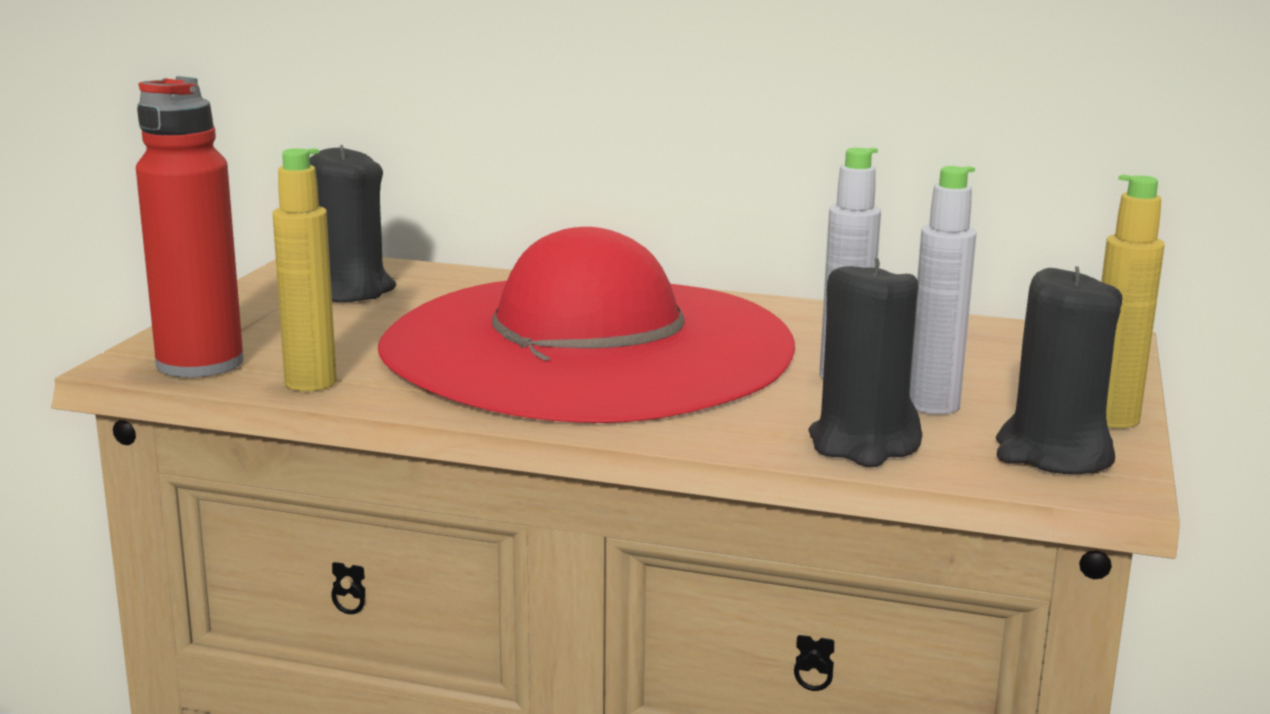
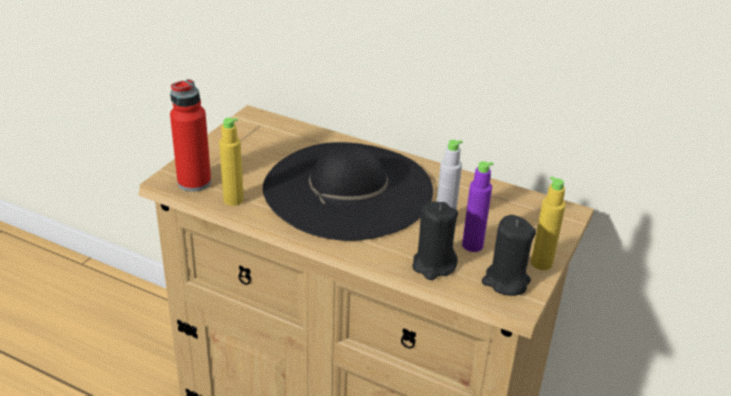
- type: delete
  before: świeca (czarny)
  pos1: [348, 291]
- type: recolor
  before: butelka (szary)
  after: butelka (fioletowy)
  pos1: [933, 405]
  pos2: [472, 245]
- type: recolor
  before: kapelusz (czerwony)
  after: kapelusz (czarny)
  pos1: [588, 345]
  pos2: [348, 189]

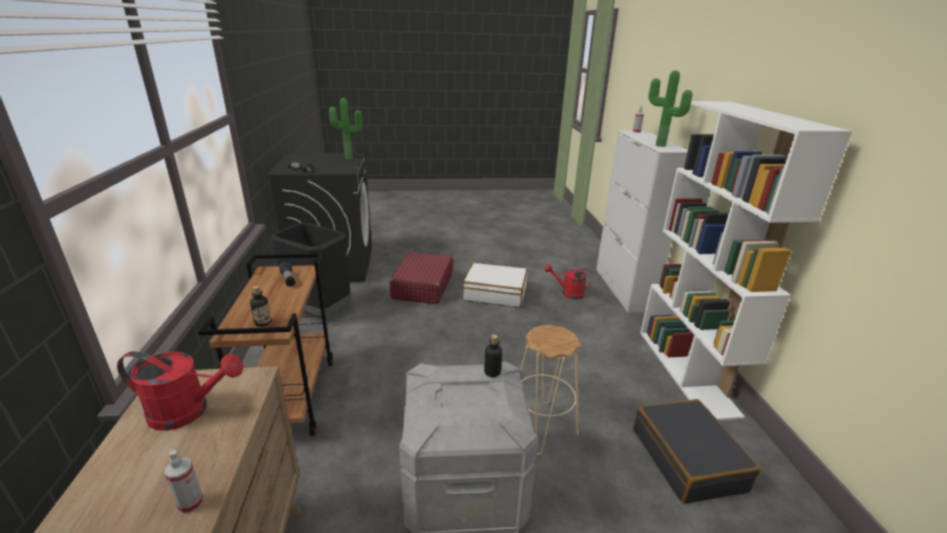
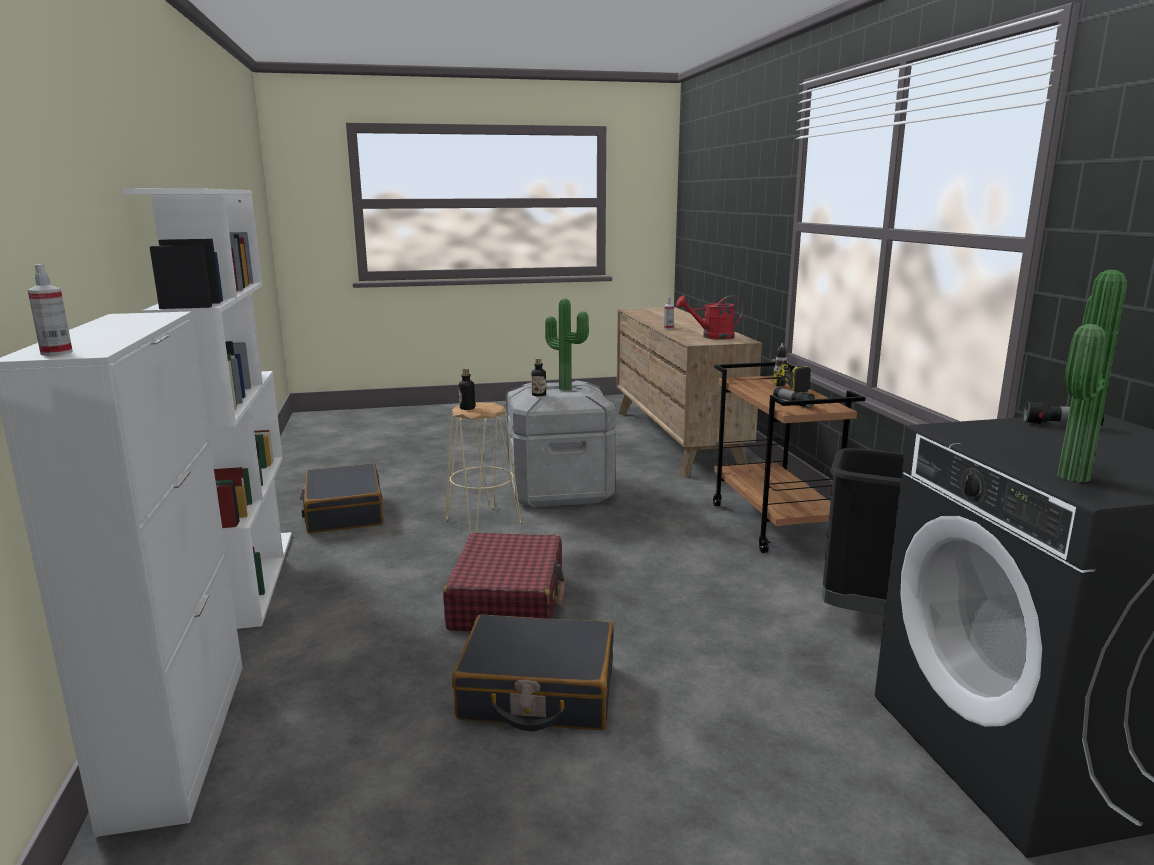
- type: move
  before: roślina doniczkowa
  pos1: [659, 146]
  pos2: [566, 388]
- type: move
  before: walizka (czerwony)
  pos1: [422, 287]
  pos2: [508, 601]
- type: recolor
  before: walizka (biały)
  after: walizka (czarny)
  pos1: [495, 293]
  pos2: [537, 692]
- type: delete
  before: konewka (czerwony)
  pos1: [568, 293]
- type: move
  before: butelka
  pos1: [263, 323]
  pos2: [467, 408]
- type: insert
  after: wiertarka
  pos2: [773, 391]

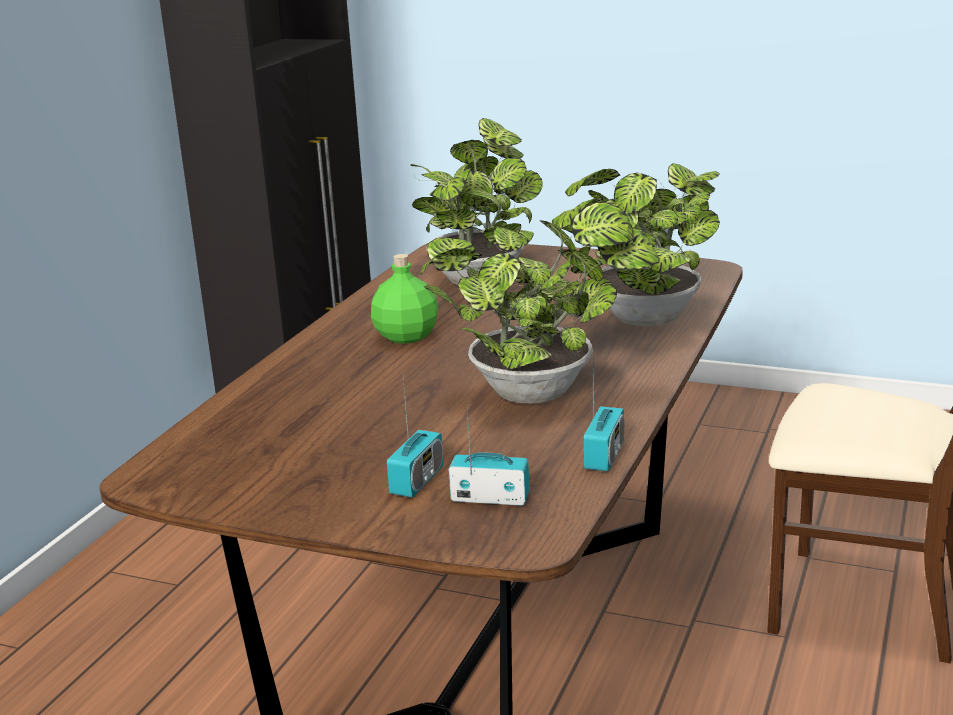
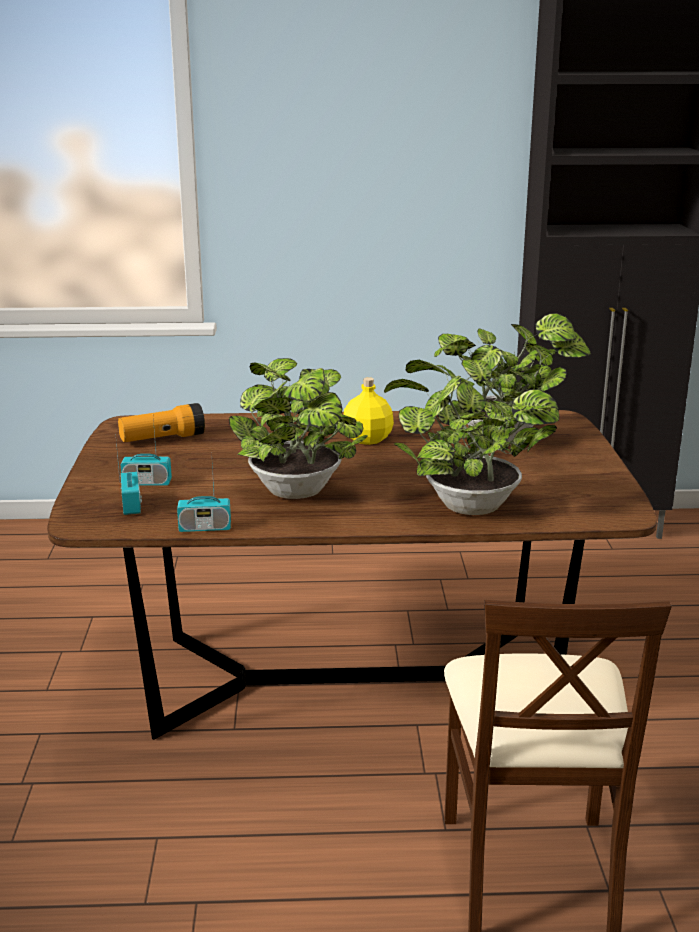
- type: recolor
  before: butelka (zielony)
  after: butelka (żółty)
  pos1: [407, 336]
  pos2: [368, 439]
- type: insert
  after: latarka
  pos2: [162, 439]

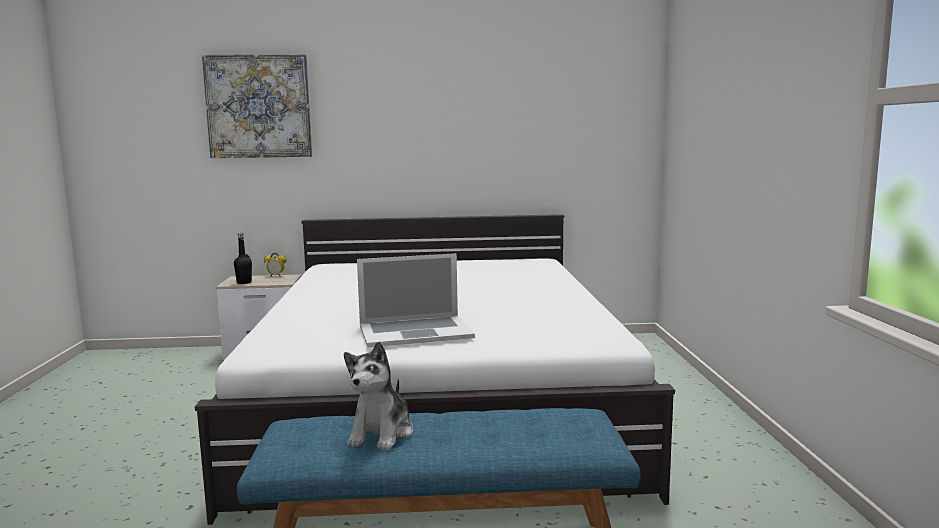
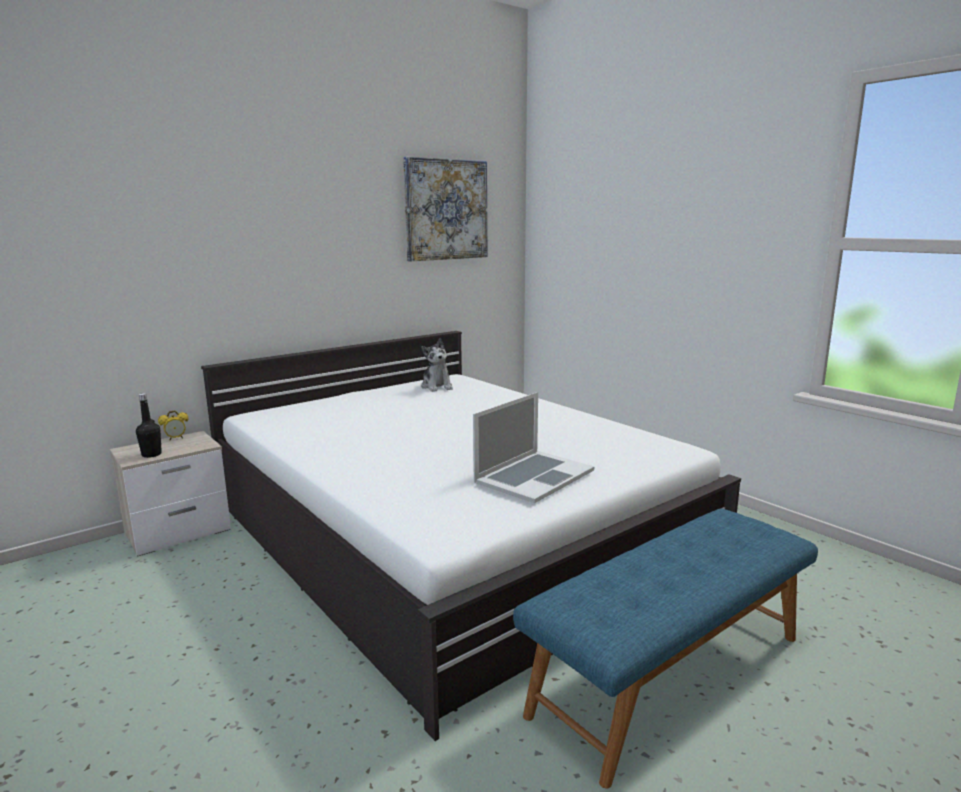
- type: move
  before: obraz
  pos1: [258, 106]
  pos2: [446, 210]
- type: move
  before: pluszak
  pos1: [382, 434]
  pos2: [437, 387]

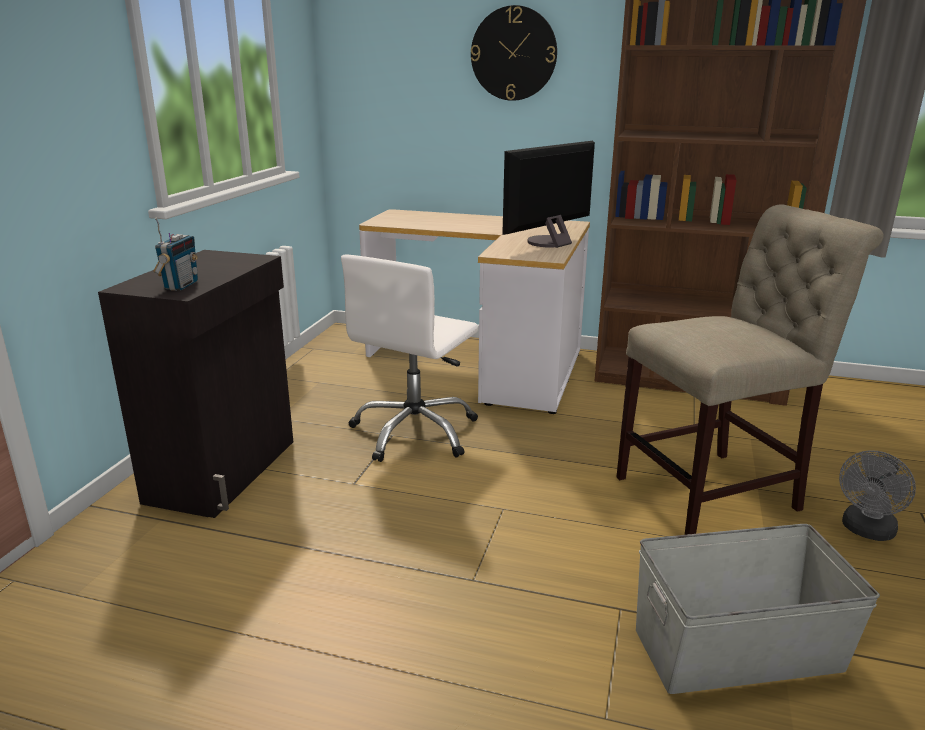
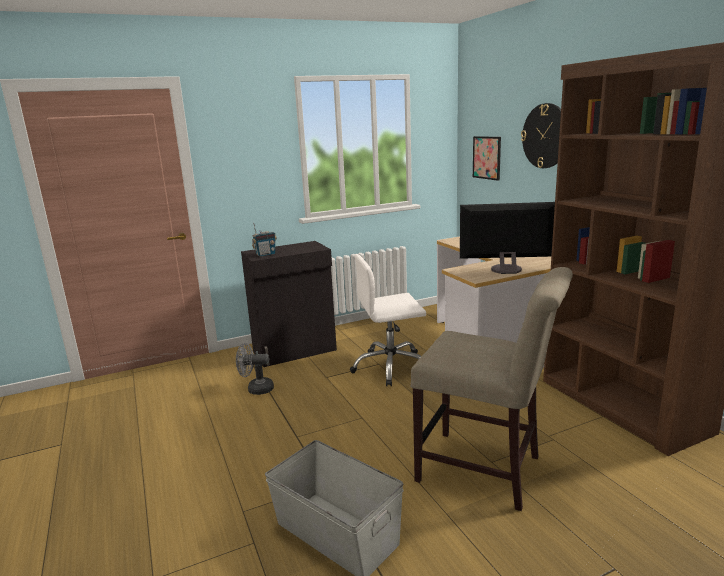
- type: move
  before: wentylator (szary)
  pos1: [866, 531]
  pos2: [256, 389]
- type: insert
  after: obraz
  pos2: [486, 157]

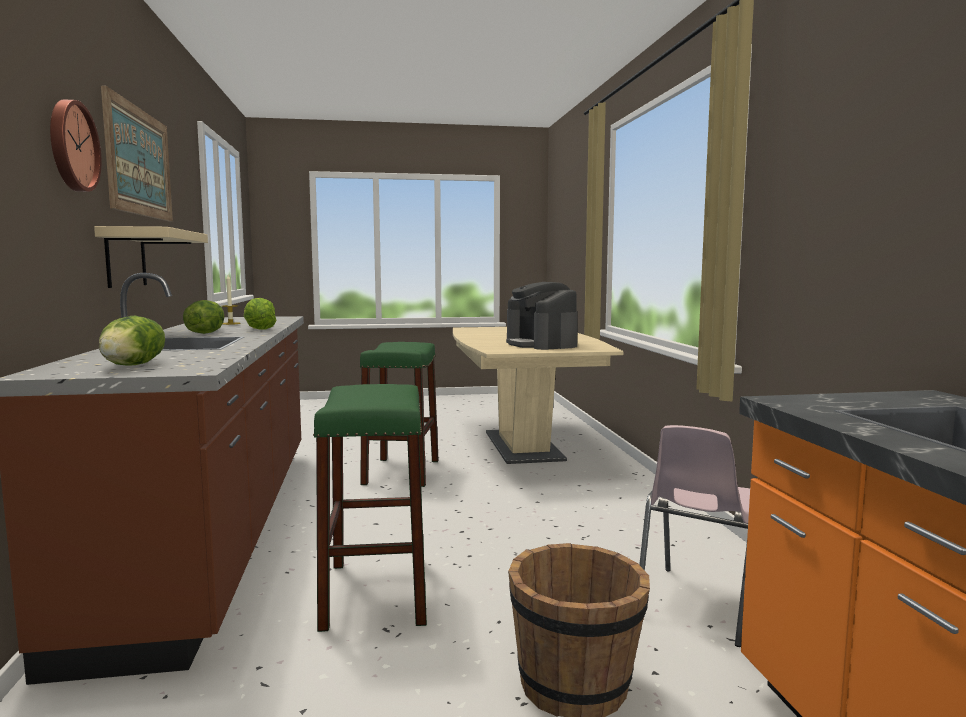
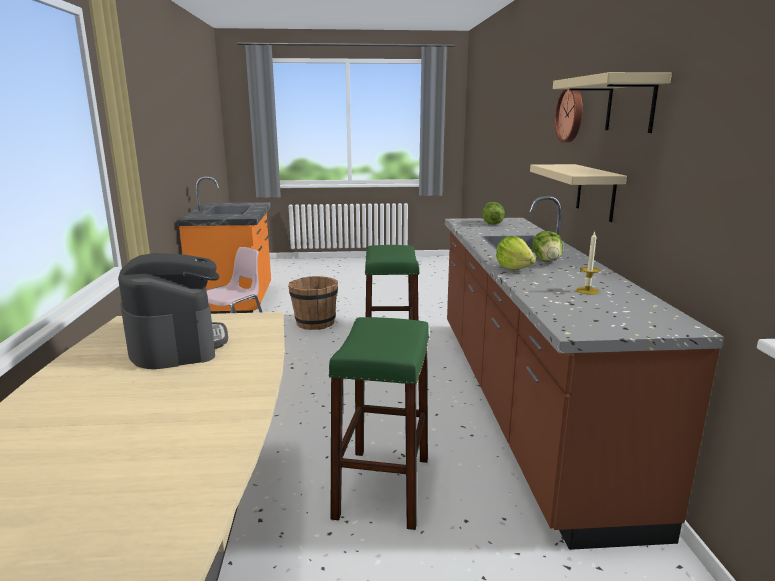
- type: replace
  before: obraz
  after: półka (beżowy)
  pos1: [139, 162]
  pos2: [630, 104]

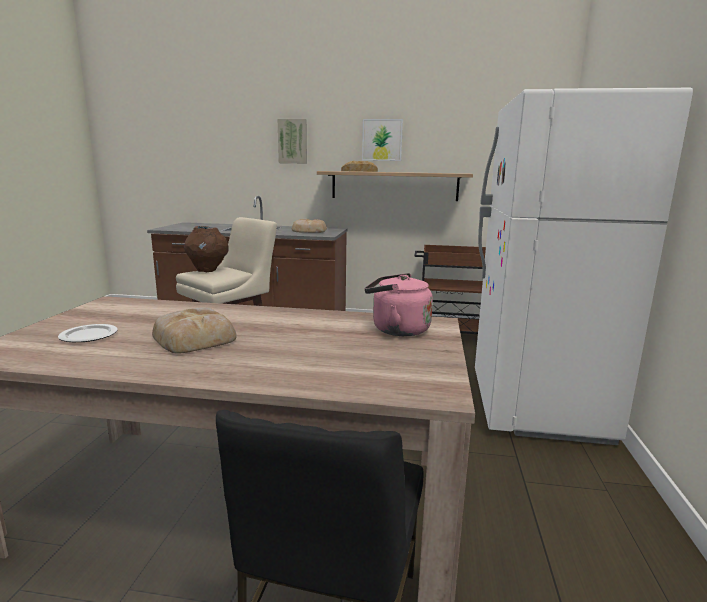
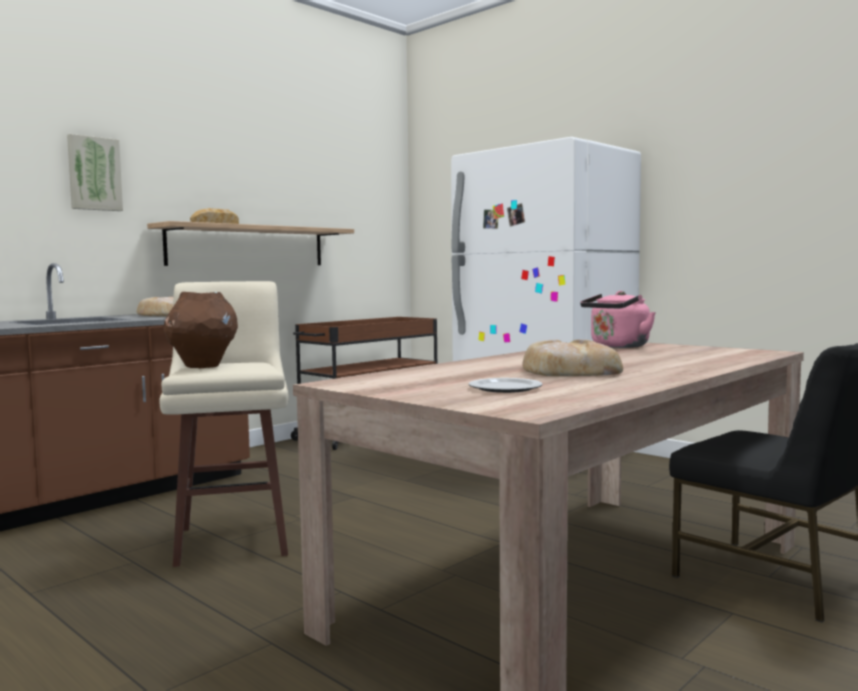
- type: delete
  before: obraz
  pos1: [382, 140]

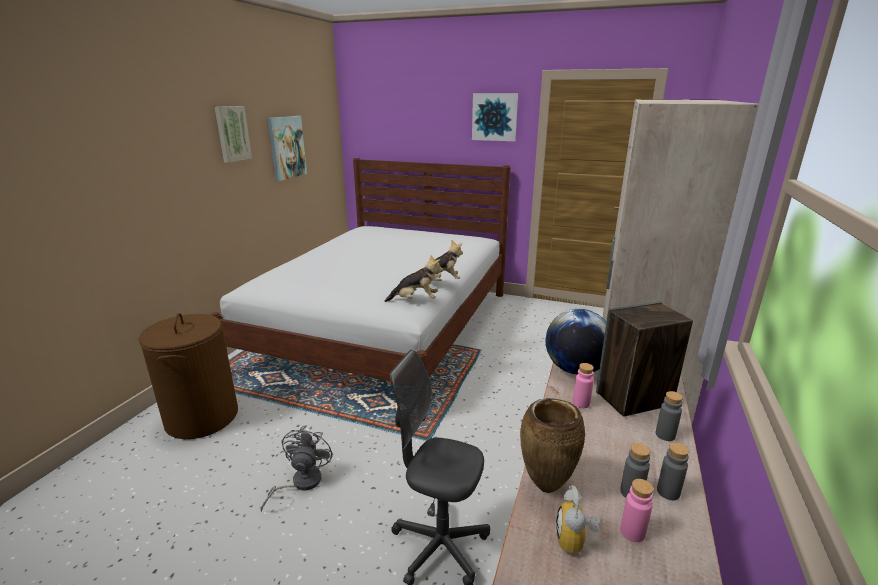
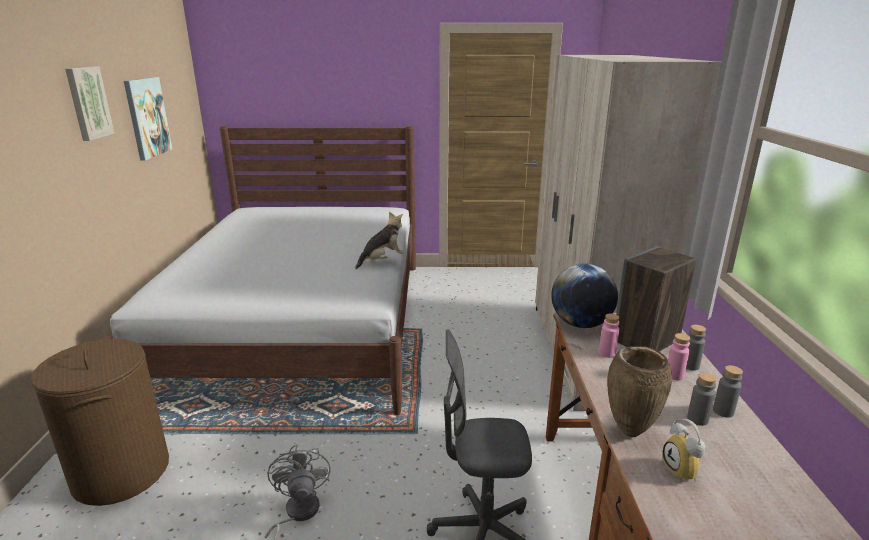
- type: delete
  before: obraz
  pos1: [494, 117]
- type: delete
  before: pluszak
  pos1: [415, 300]
- type: move
  before: butelka (różowy)
  pos1: [632, 532]
  pos2: [674, 375]

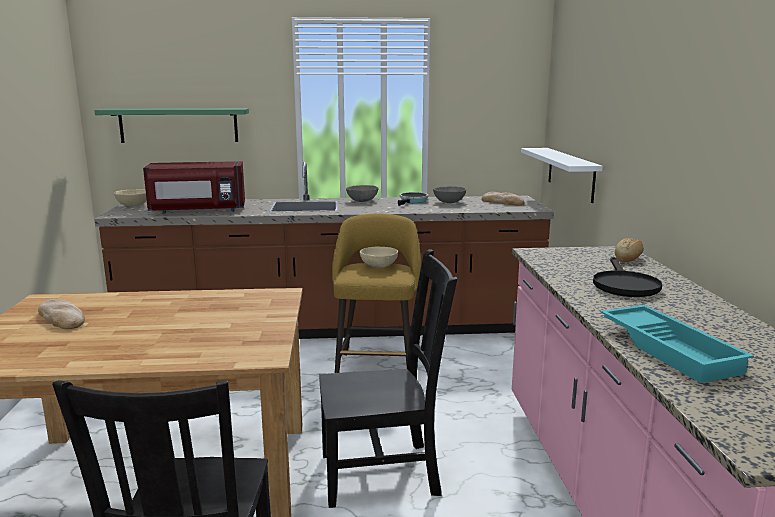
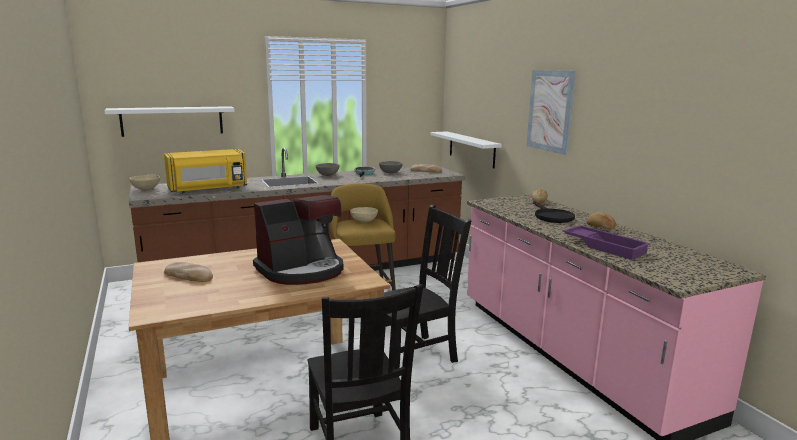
- type: recolor
  before: półka (zielony)
  after: półka (biały)
  pos1: [178, 125]
  pos2: [172, 121]
- type: recolor
  before: mikrofalówka (czerwony)
  after: mikrofalówka (żółty)
  pos1: [197, 210]
  pos2: [208, 189]
- type: recolor
  before: taca (turkusowy)
  after: taca (fioletowy)
  pos1: [671, 349]
  pos2: [605, 246]
- type: insert
  after: obraz
  pos2: [550, 111]
- type: insert
  after: ekspres do kawy
  pos2: [301, 270]
- type: insert
  after: chleb
  pos2: [600, 227]

